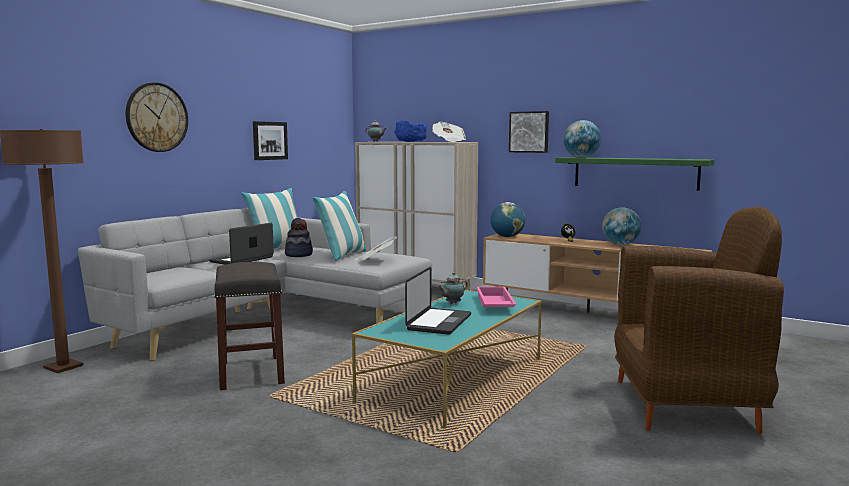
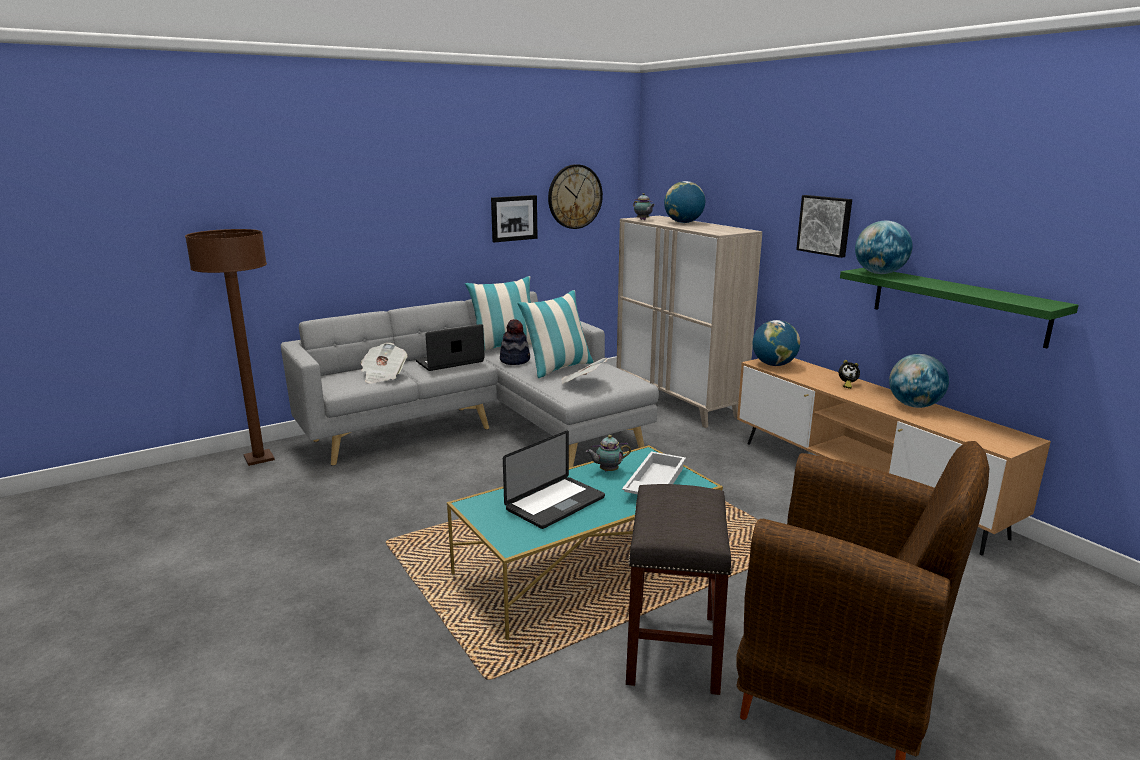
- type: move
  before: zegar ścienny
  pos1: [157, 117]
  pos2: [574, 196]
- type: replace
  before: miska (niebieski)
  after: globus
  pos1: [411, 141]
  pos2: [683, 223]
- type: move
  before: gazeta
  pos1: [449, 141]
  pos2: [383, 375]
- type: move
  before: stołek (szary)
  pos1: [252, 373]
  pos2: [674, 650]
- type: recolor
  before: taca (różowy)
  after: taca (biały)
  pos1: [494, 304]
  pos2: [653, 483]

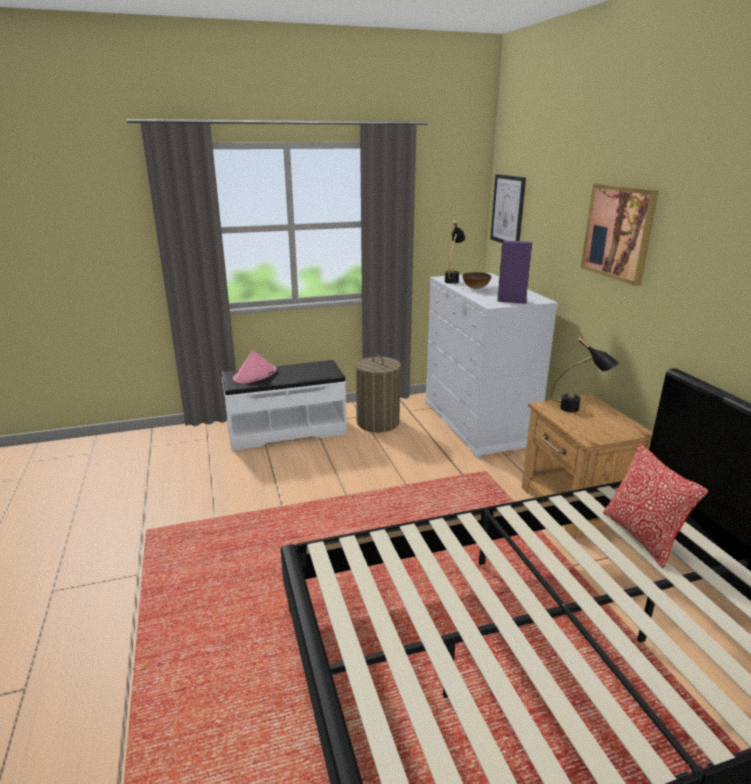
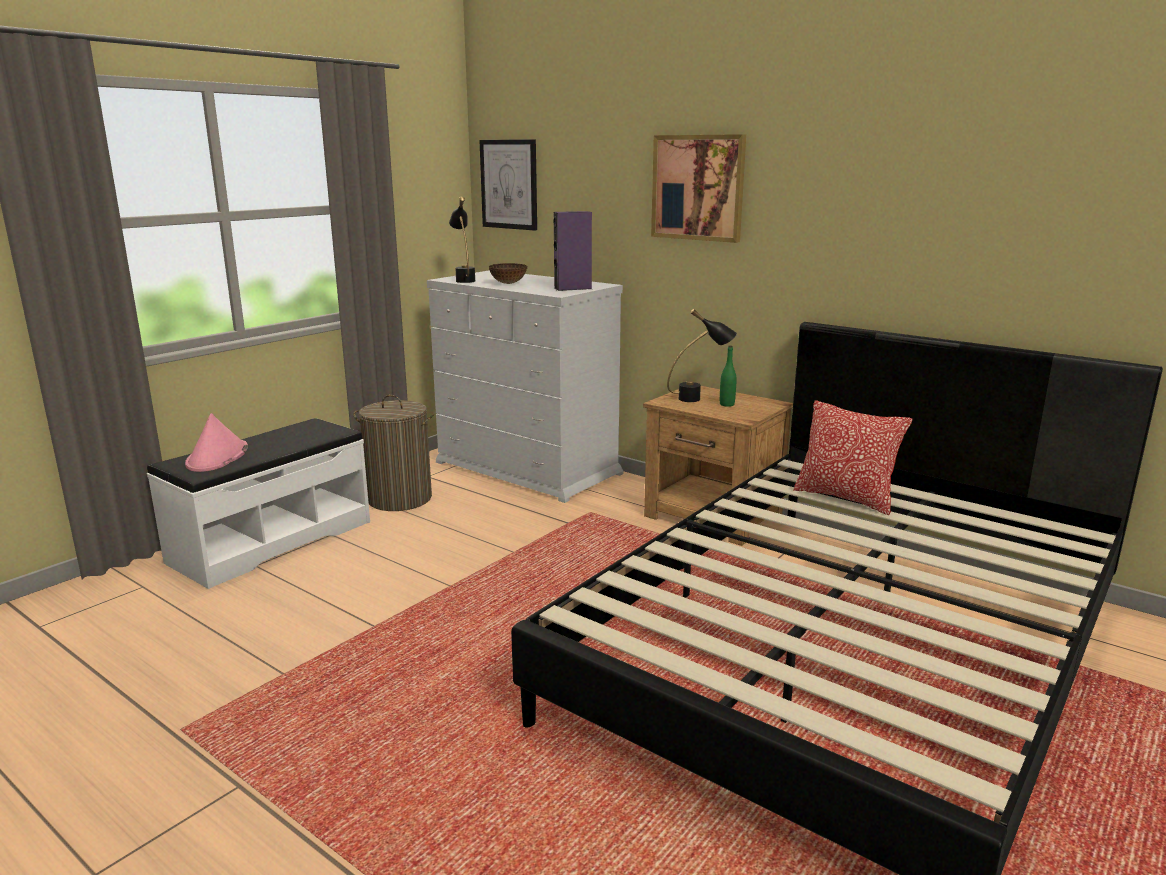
- type: insert
  after: butelka (zielony)
  pos2: [727, 404]

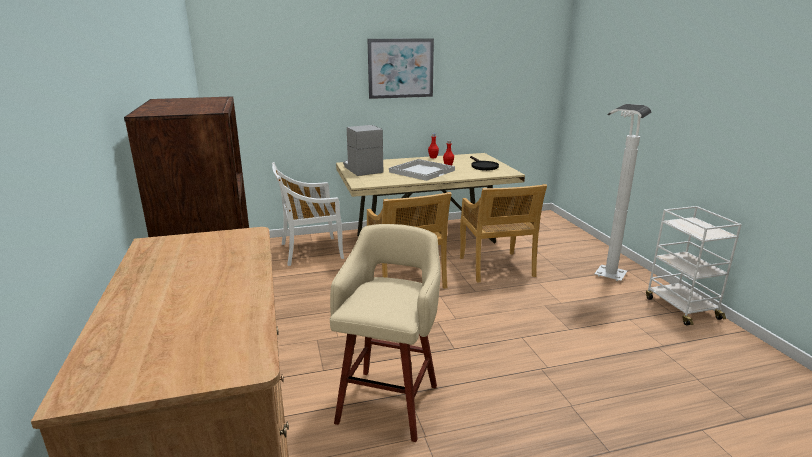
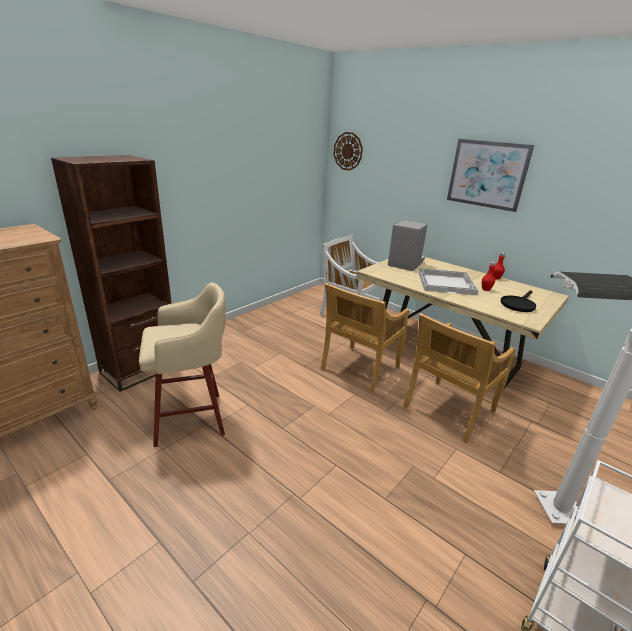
- type: insert
  after: zegar ścienny
  pos2: [348, 151]

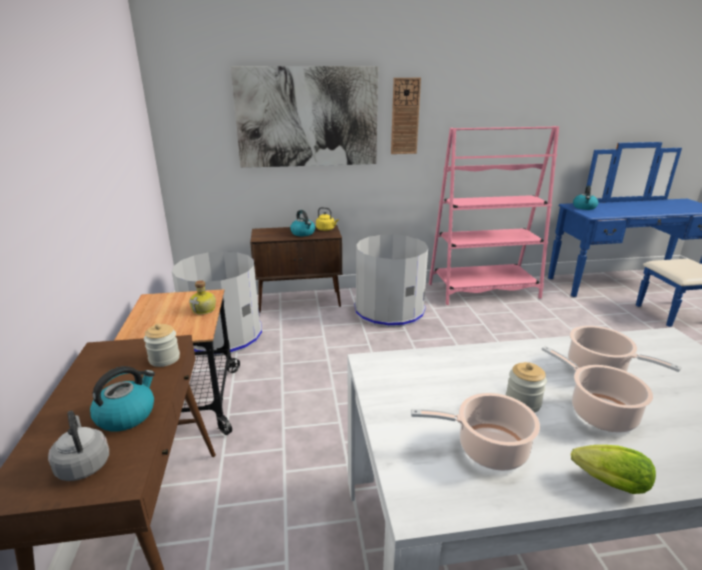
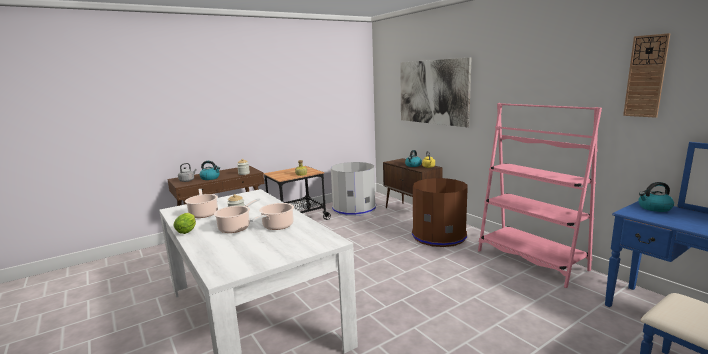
- type: move
  before: zegar ścienny
  pos1: [405, 116]
  pos2: [646, 76]
- type: recolor
  before: kosz na śmieci (szary)
  after: kosz na śmieci (brązowy)
  pos1: [389, 310]
  pos2: [439, 235]

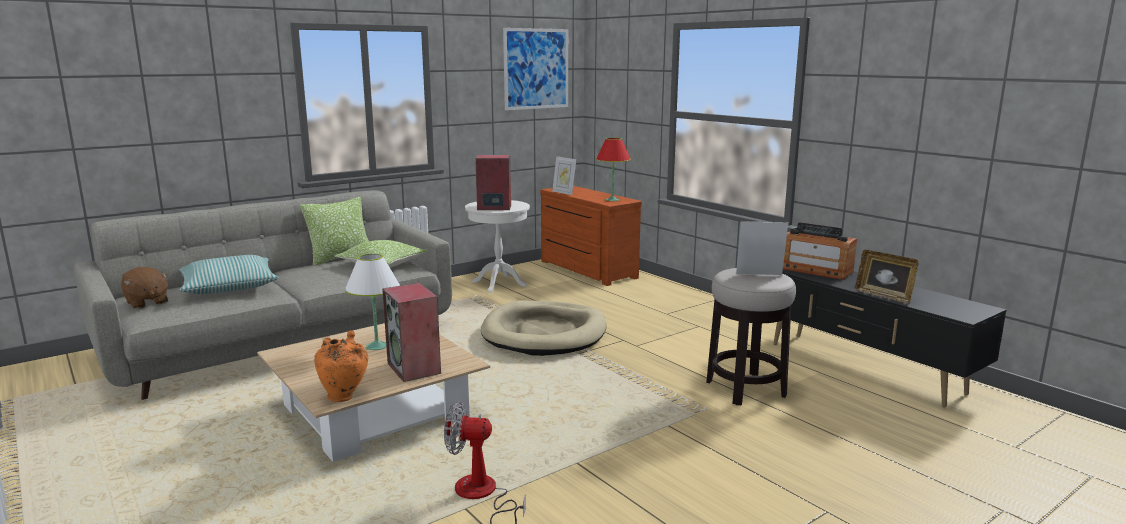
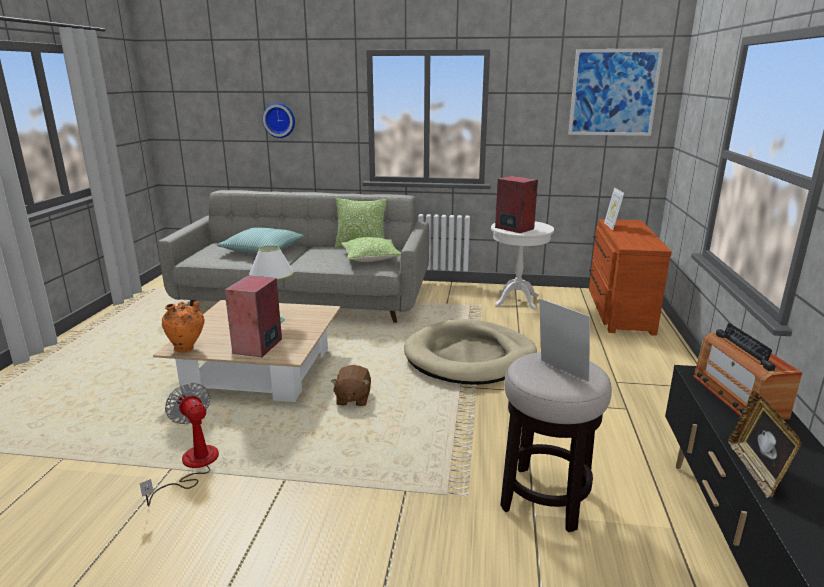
- type: delete
  before: lampa stołowa (czerwony)
  pos1: [612, 200]
- type: move
  before: pluszak (brązowy)
  pos1: [146, 302]
  pos2: [352, 399]
- type: insert
  after: zegar ścienny
  pos2: [279, 120]

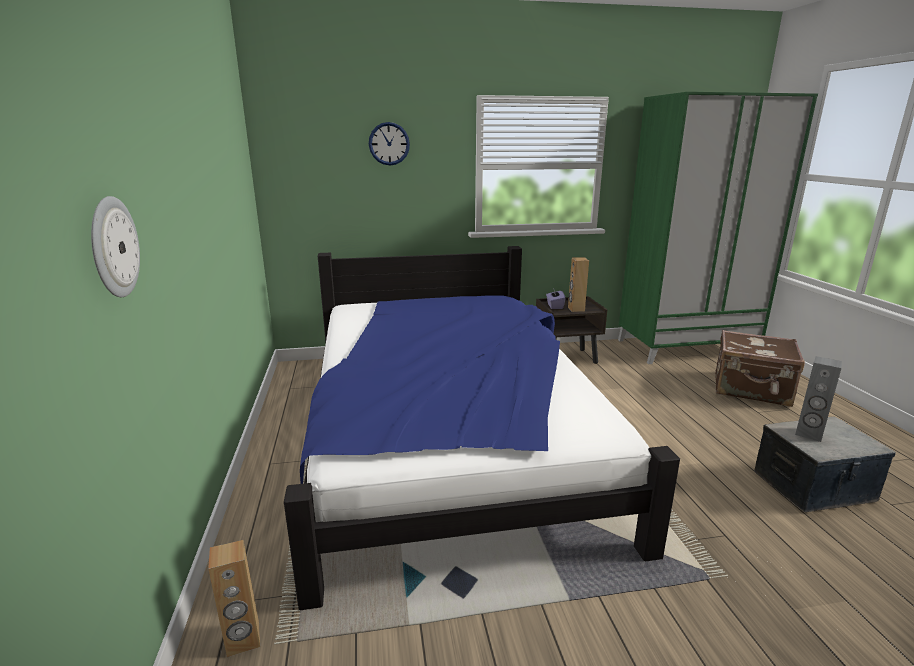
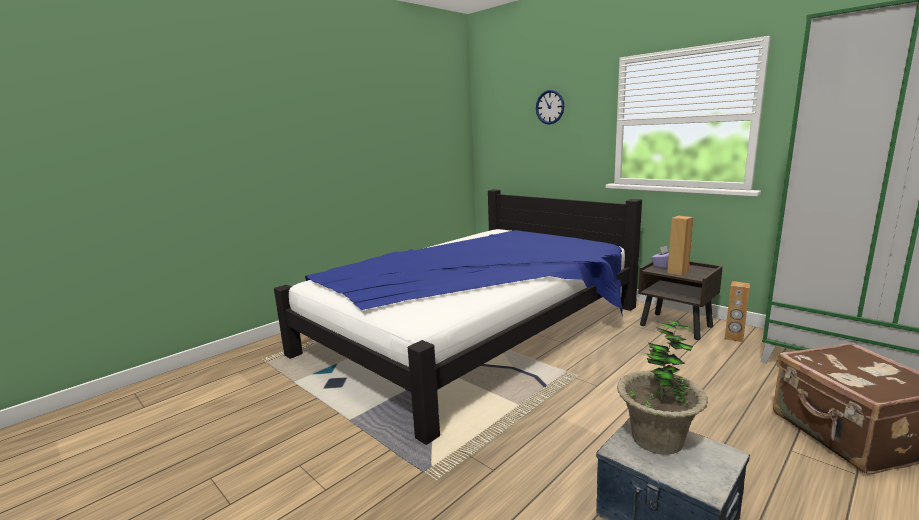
- type: delete
  before: zegar ścienny
  pos1: [113, 247]
- type: replace
  before: głośnik (szary)
  after: roślina doniczkowa
  pos1: [808, 434]
  pos2: [657, 439]
- type: move
  before: głośnik (brązowy)
  pos1: [243, 640]
  pos2: [734, 338]

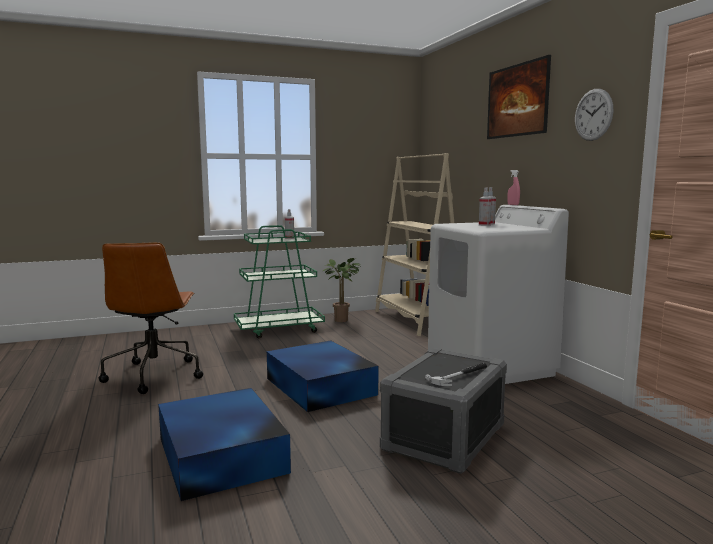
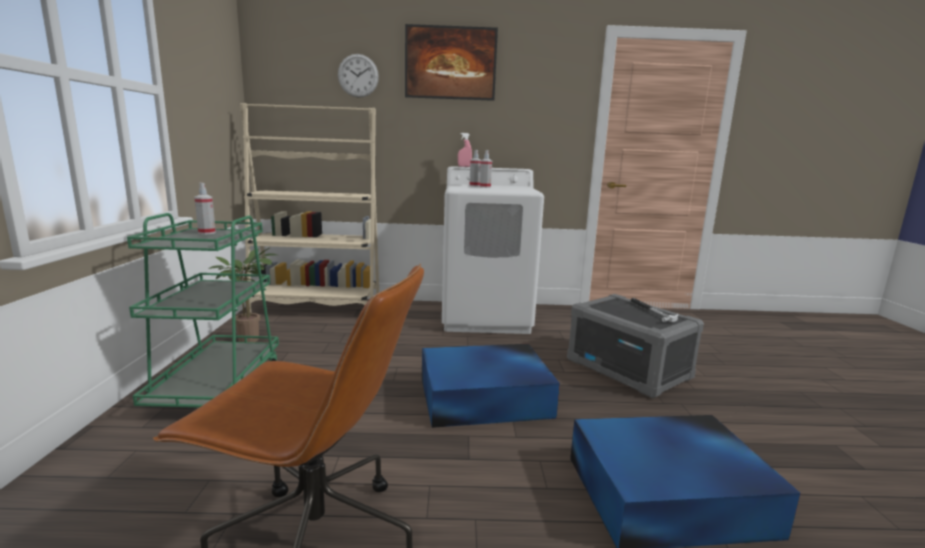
- type: move
  before: zegar ścienny
  pos1: [593, 115]
  pos2: [358, 76]

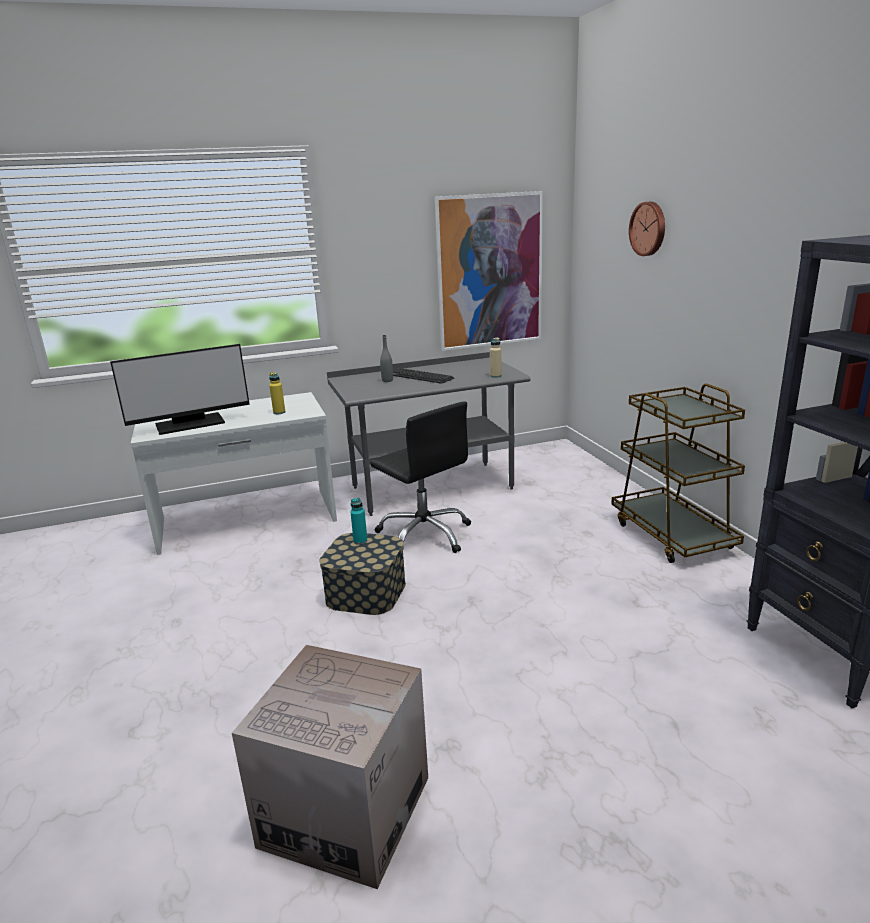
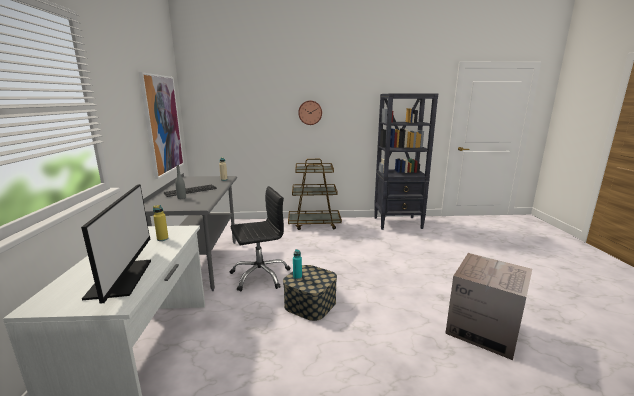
- type: move
  before: zegar ścienny
  pos1: [649, 228]
  pos2: [310, 112]

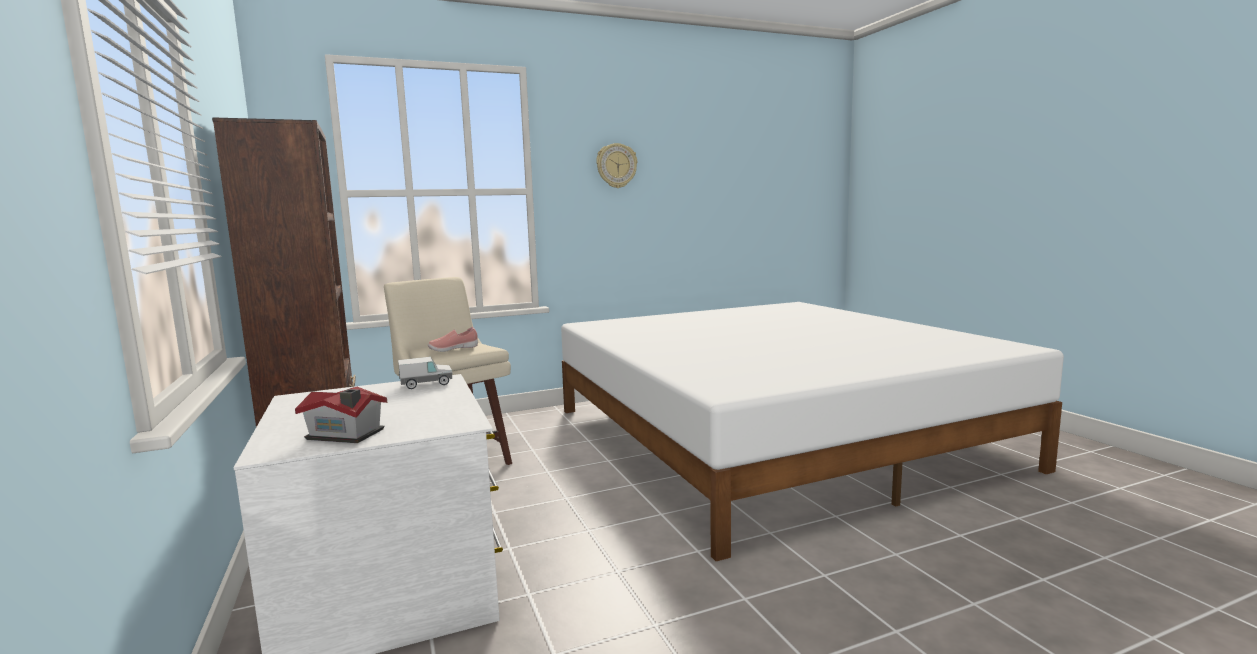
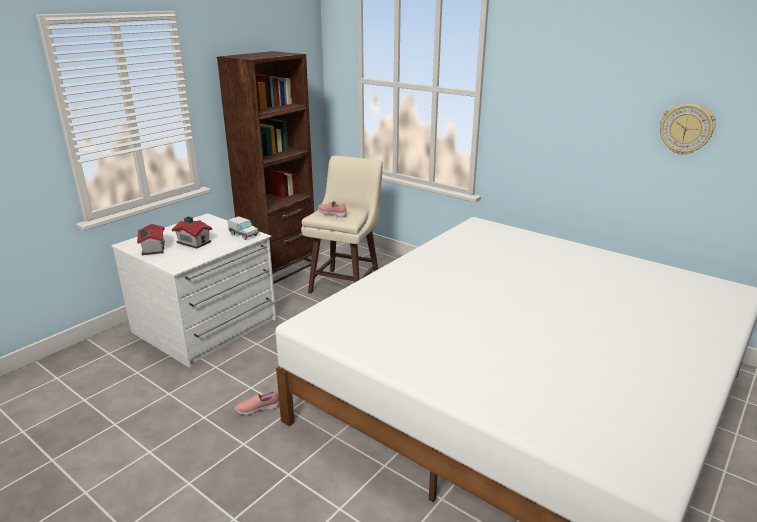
- type: move
  before: zegar ścienny
  pos1: [616, 166]
  pos2: [686, 129]
- type: insert
  after: domek
  pos2: [194, 242]
- type: insert
  after: but (różowy)
  pos2: [257, 409]

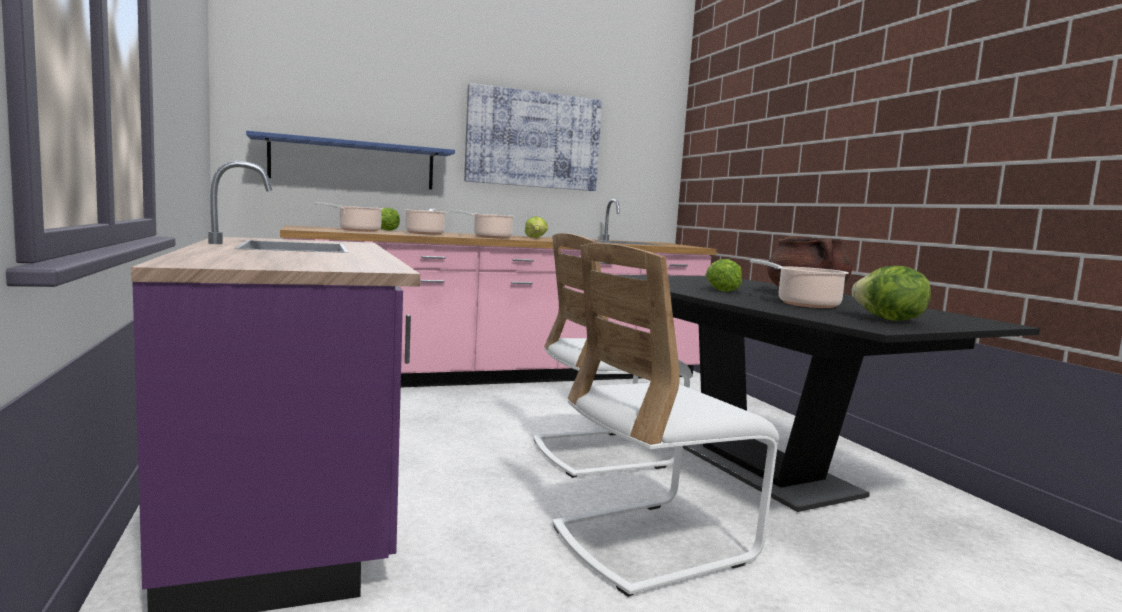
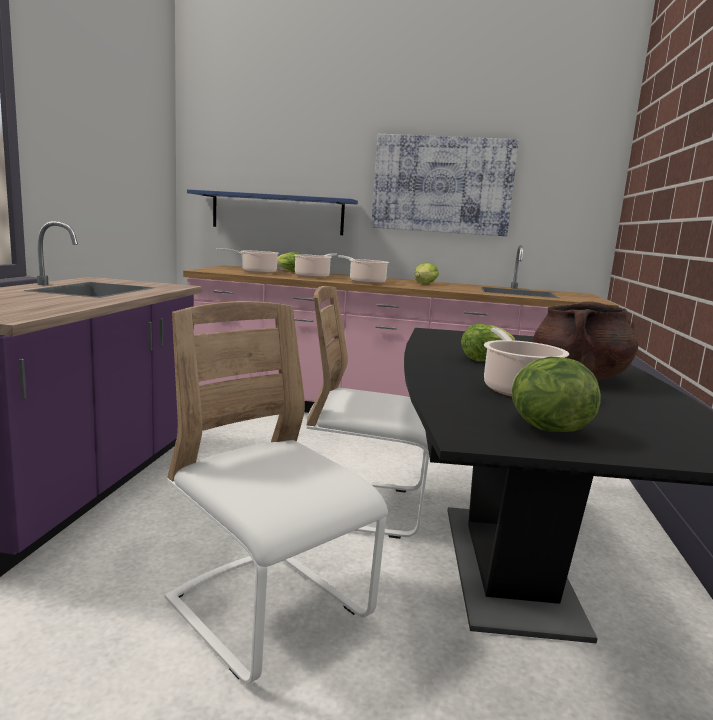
- type: rotate
  before: krzesło (biały)
  pos1: [653, 542]
  pos2: [269, 612]
  turn: 45

